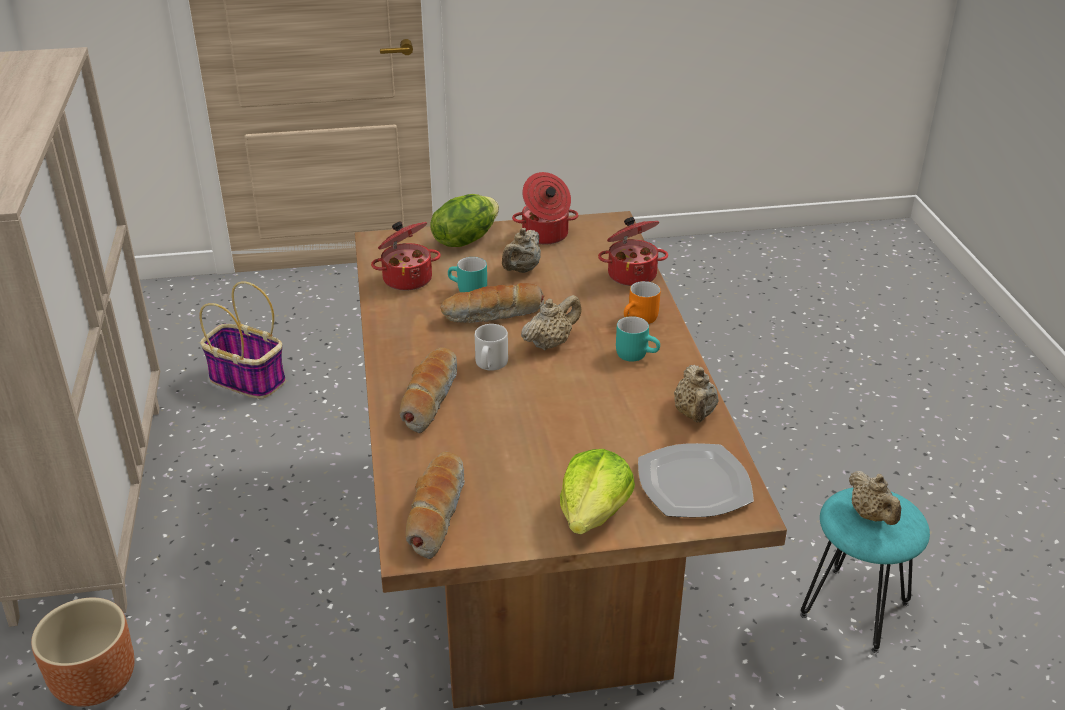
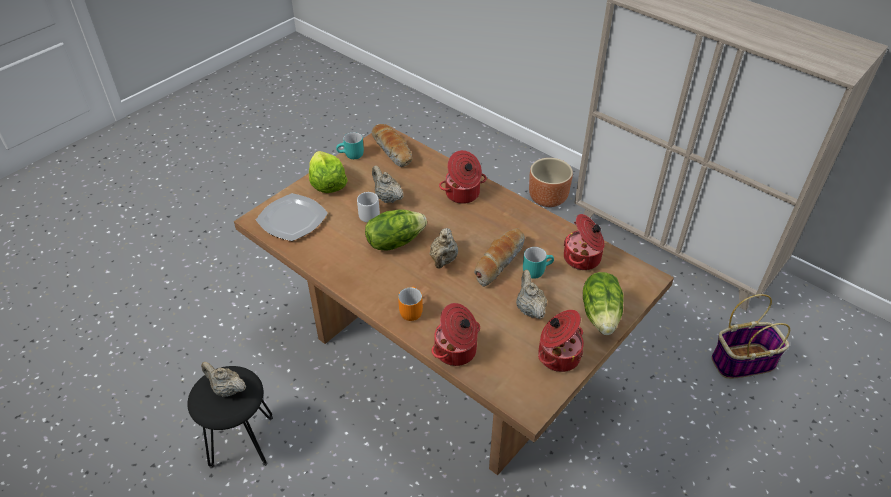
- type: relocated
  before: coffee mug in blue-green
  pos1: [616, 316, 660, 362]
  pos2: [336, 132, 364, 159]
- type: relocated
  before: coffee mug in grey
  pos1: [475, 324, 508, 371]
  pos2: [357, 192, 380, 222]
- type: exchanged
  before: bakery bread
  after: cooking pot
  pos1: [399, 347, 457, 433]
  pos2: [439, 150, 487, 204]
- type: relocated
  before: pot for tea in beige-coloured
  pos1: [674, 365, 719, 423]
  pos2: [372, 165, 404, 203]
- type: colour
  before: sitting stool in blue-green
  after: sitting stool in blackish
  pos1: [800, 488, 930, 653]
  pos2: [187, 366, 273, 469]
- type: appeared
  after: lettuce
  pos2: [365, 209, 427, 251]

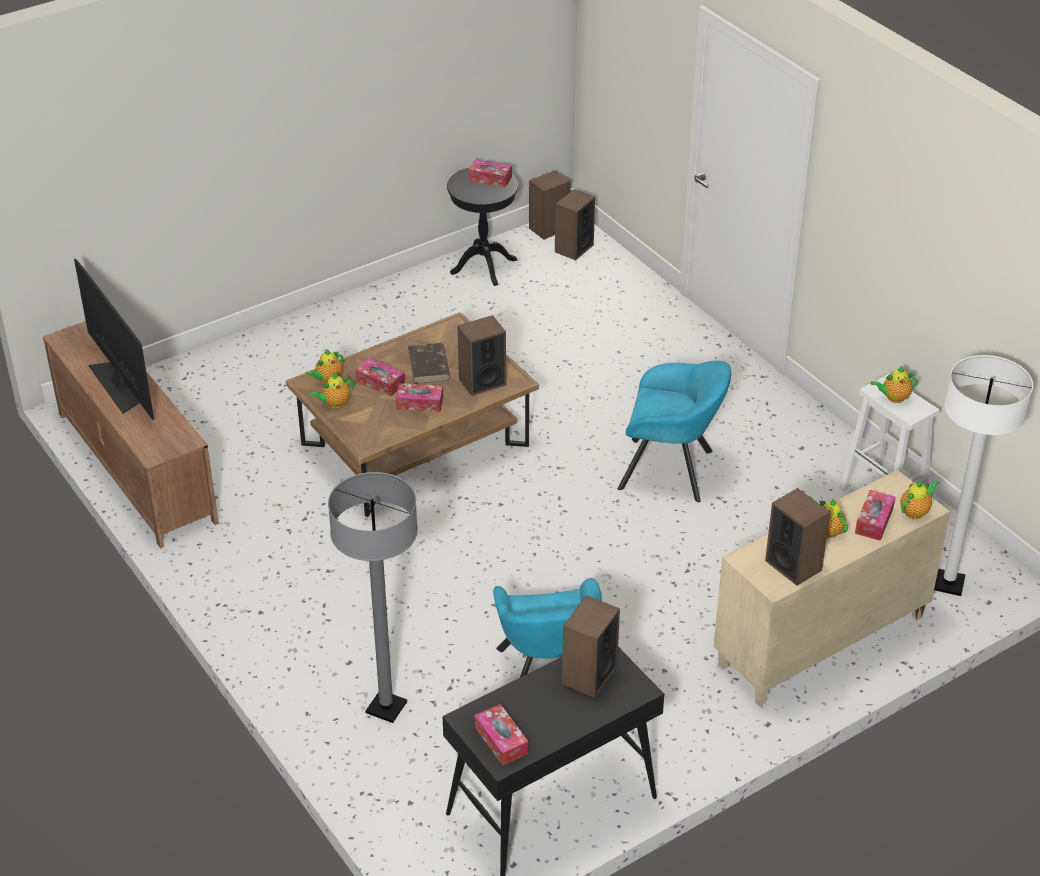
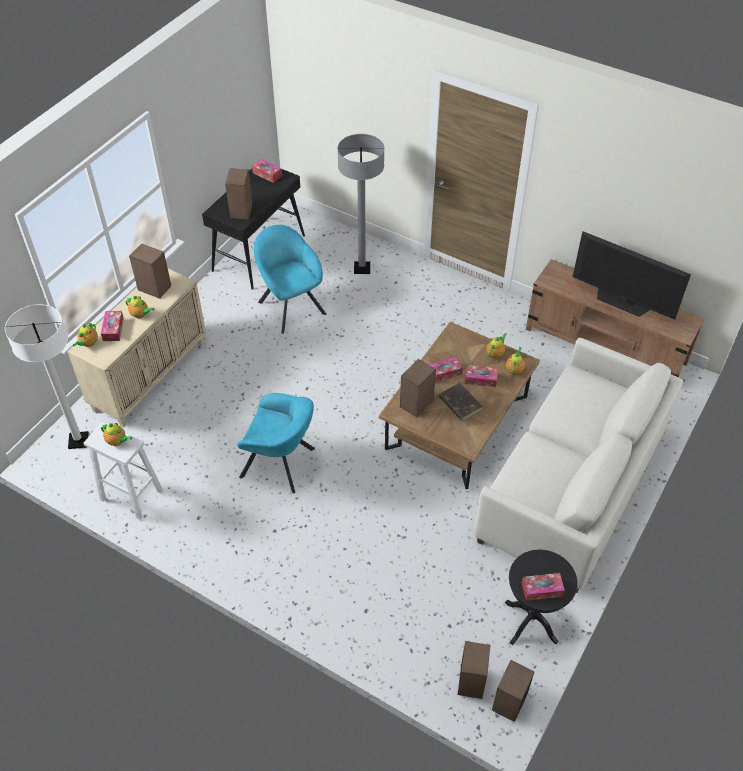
- type: spun
  before: armchair in blue-green
  pos1: [617, 361, 731, 502]
  pos2: [237, 393, 315, 493]
  turn: -150
- type: spun
  before: pot for tea
  pos1: [870, 366, 918, 403]
  pos2: [101, 423, 132, 446]
  turn: 60
- type: appeared
  after: couch in whitish
  pos2: [474, 338, 683, 593]

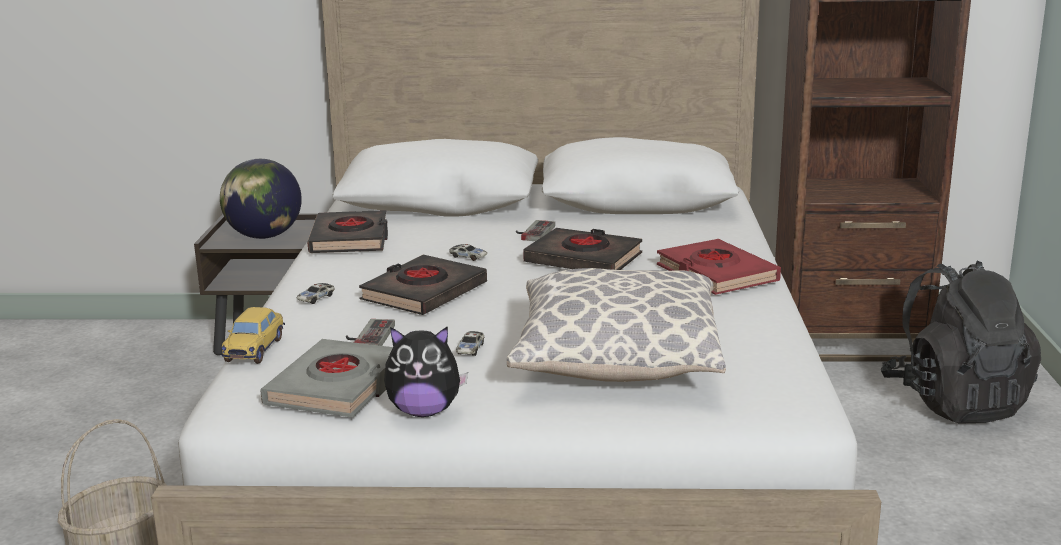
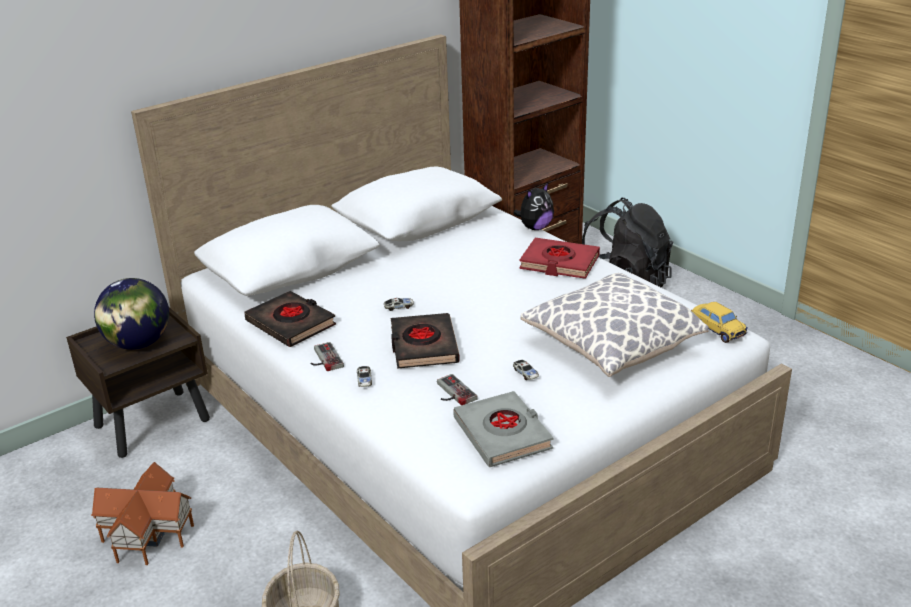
- type: relocated
  before: game controller
  pos1: [516, 220, 555, 241]
  pos2: [311, 342, 344, 371]
- type: missing
  before: volume in blackish
  pos1: [523, 228, 642, 270]
- type: relocated
  before: toy car
  pos1: [221, 307, 285, 364]
  pos2: [691, 302, 748, 343]
- type: relocated
  before: soft toy
  pos1: [384, 326, 468, 417]
  pos2: [513, 183, 554, 230]
- type: appeared
  after: toy house
  pos2: [91, 462, 194, 565]

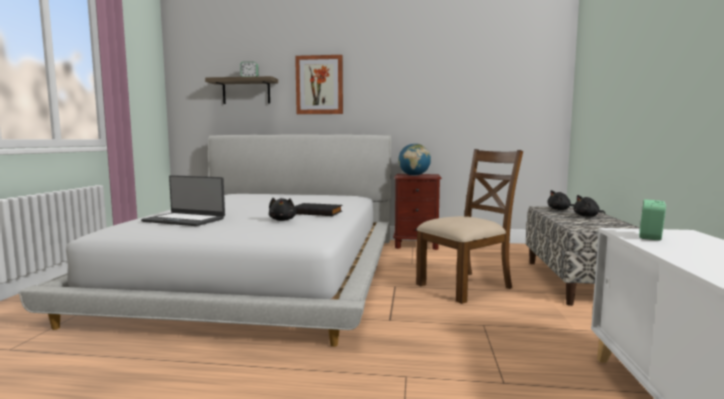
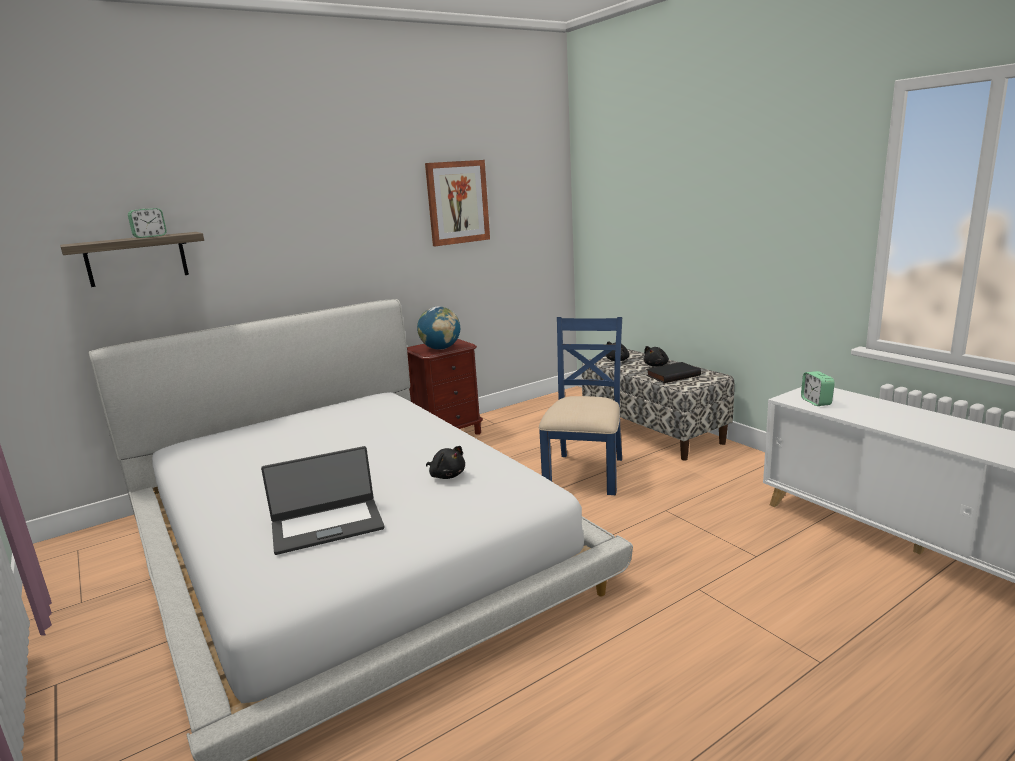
- type: relocated
  before: wall picture
  pos1: [295, 55, 343, 114]
  pos2: [425, 160, 490, 246]
- type: colour
  before: chair in brownish
  after: chair in bluish
  pos1: [416, 149, 523, 304]
  pos2: [539, 317, 622, 495]
- type: relocated
  before: volume in blackish
  pos1: [294, 203, 342, 216]
  pos2: [646, 362, 701, 383]

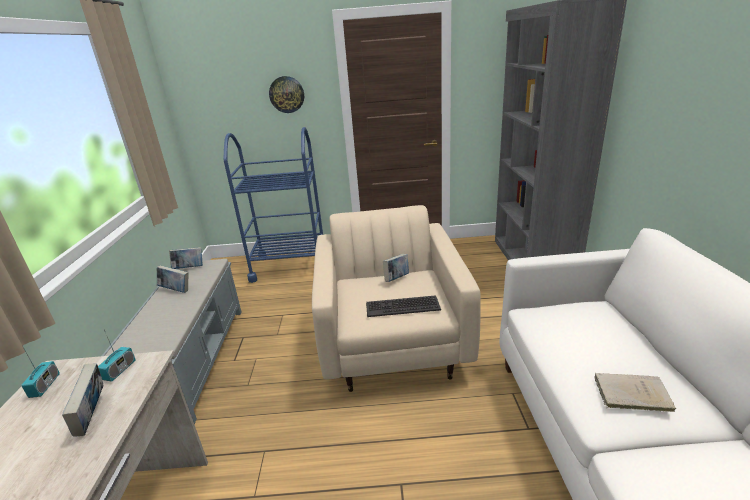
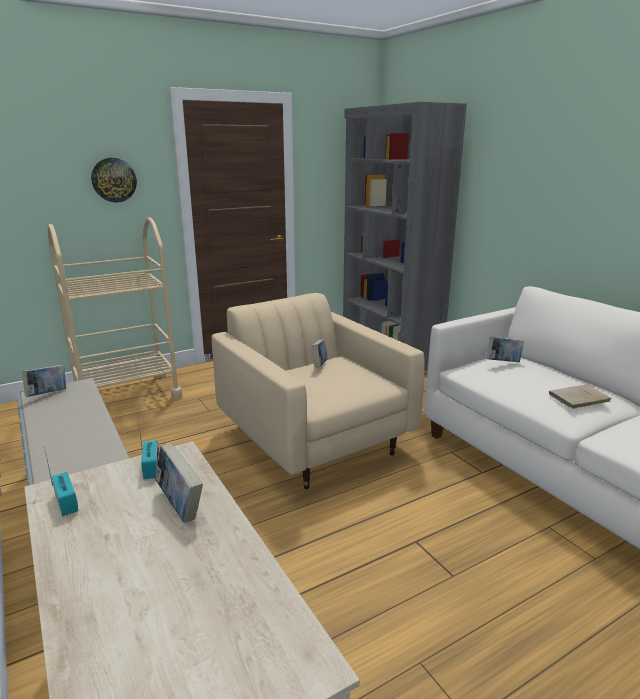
- type: colour
  before: trolley in bluish
  after: trolley in beige-coloured
  pos1: [223, 127, 323, 283]
  pos2: [48, 217, 183, 399]
- type: relocated
  before: volume
  pos1: [157, 265, 188, 293]
  pos2: [486, 336, 524, 362]
- type: missing
  before: keyboard
  pos1: [366, 295, 441, 317]

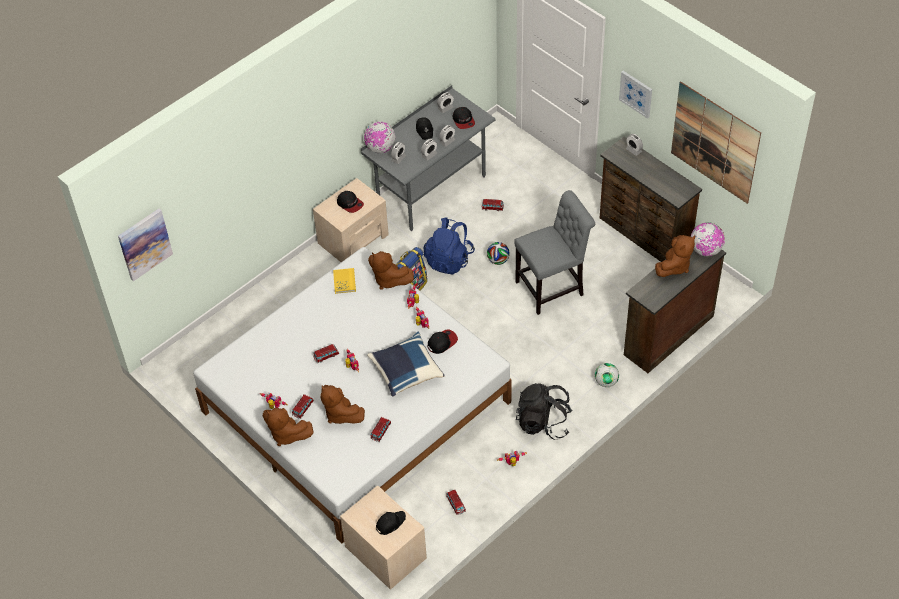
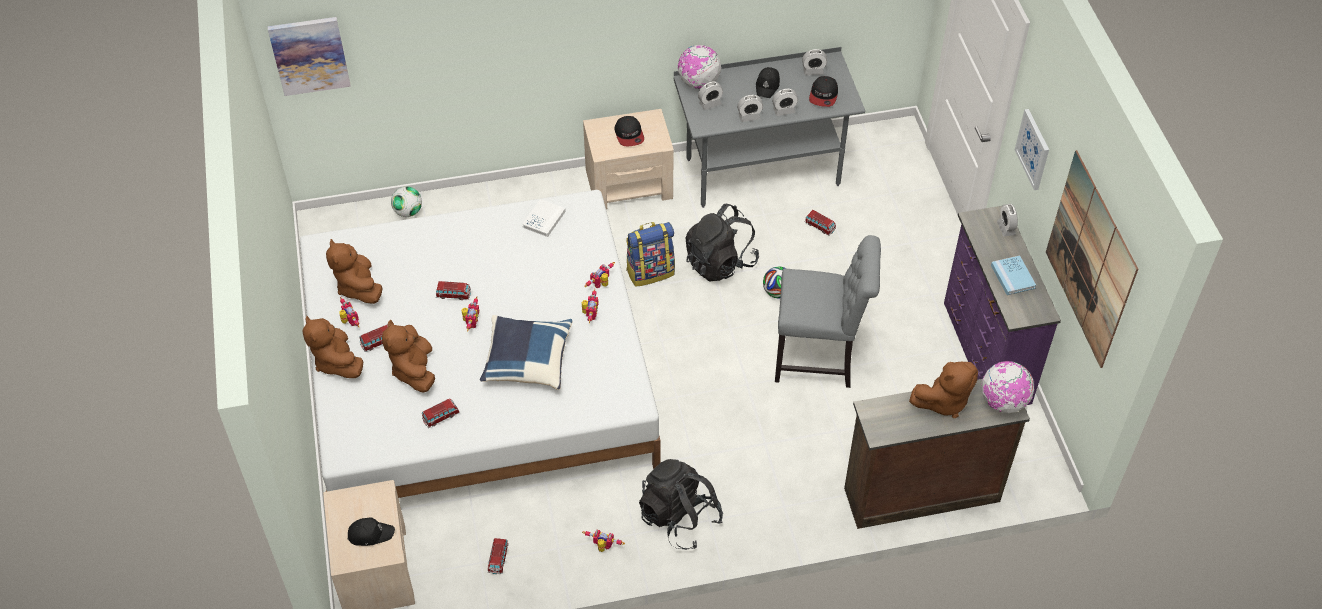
- type: colour
  before: drawer chest in brownish
  after: drawer chest in purplish
  pos1: [600, 137, 702, 262]
  pos2: [944, 206, 1061, 405]
- type: colour
  before: rucksack in bluish
  after: rucksack in blackish
  pos1: [424, 217, 475, 274]
  pos2: [686, 204, 759, 281]
- type: relocated
  before: soft toy in brownish
  pos1: [368, 251, 414, 290]
  pos2: [326, 239, 383, 304]
- type: colour
  before: volume in yellow
  after: volume in whitish
  pos1: [333, 268, 356, 294]
  pos2: [522, 199, 566, 237]
- type: missing
  before: baseball cap
  pos1: [428, 330, 458, 354]
- type: relocated
  before: football
  pos1: [595, 363, 619, 387]
  pos2: [391, 186, 422, 217]
- type: appeared
  after: volume in bluish
  pos2: [991, 255, 1036, 295]

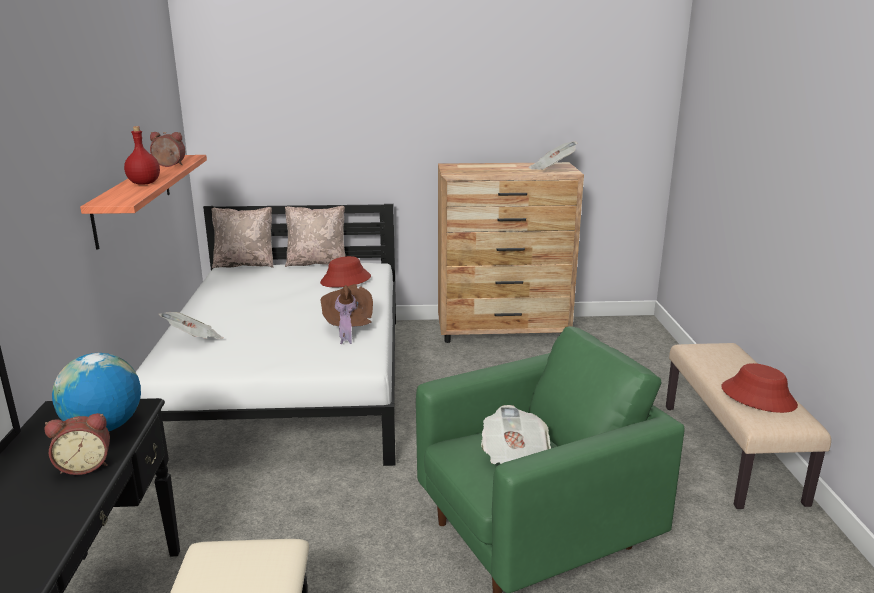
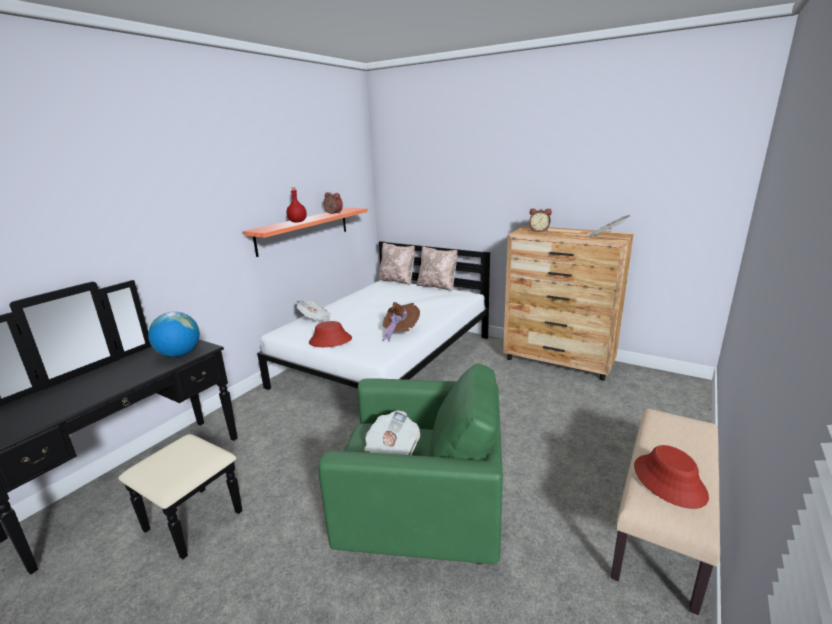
- type: relocated
  before: hat in red-coloured
  pos1: [320, 256, 371, 287]
  pos2: [309, 321, 352, 347]
- type: relocated
  before: table clock
  pos1: [44, 413, 110, 475]
  pos2: [529, 209, 552, 232]

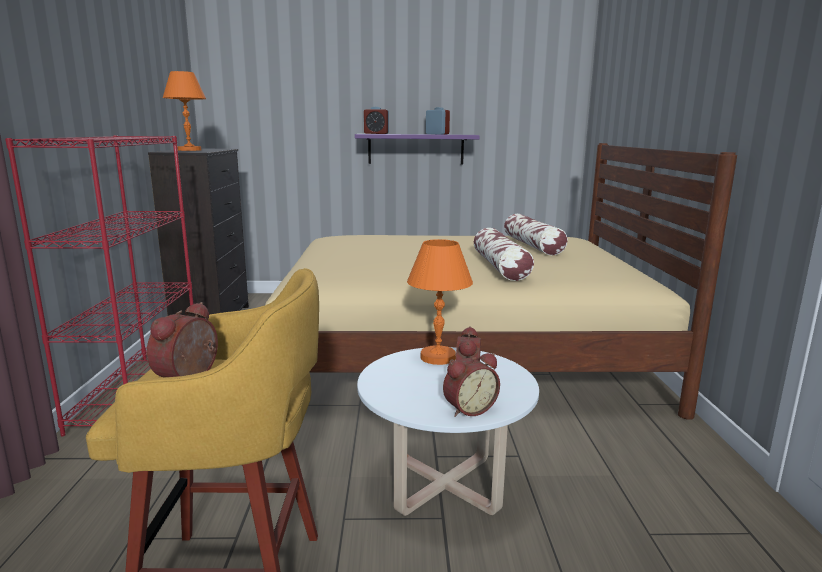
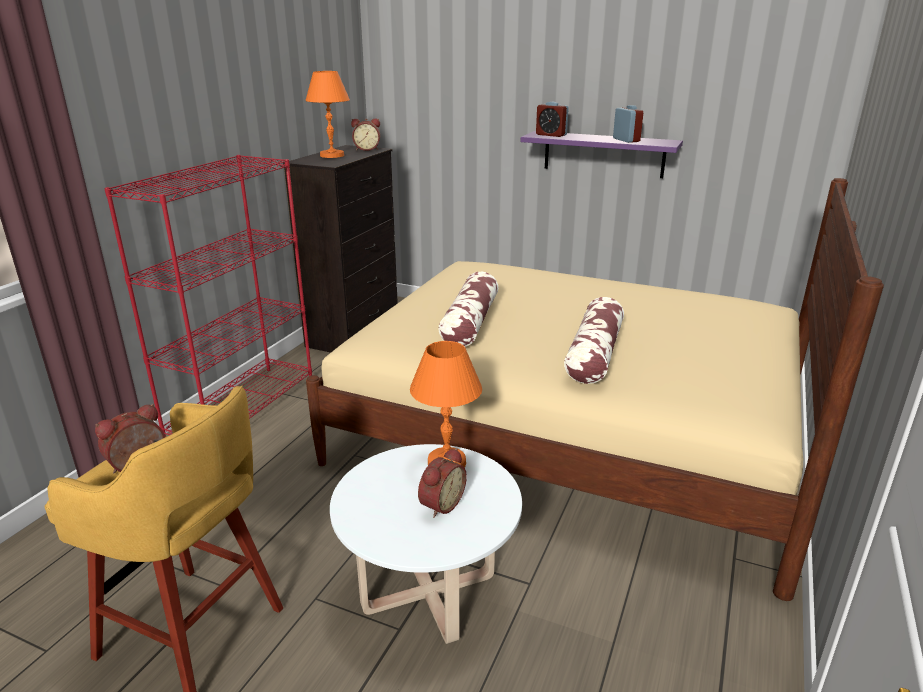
- type: relocated
  before: throw pillow
  pos1: [504, 214, 568, 255]
  pos2: [438, 272, 498, 347]
- type: relocated
  before: table clock
  pos1: [443, 353, 500, 417]
  pos2: [351, 118, 380, 151]

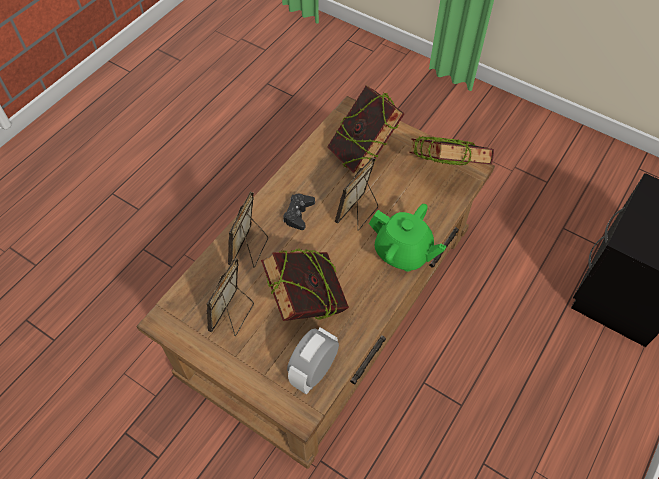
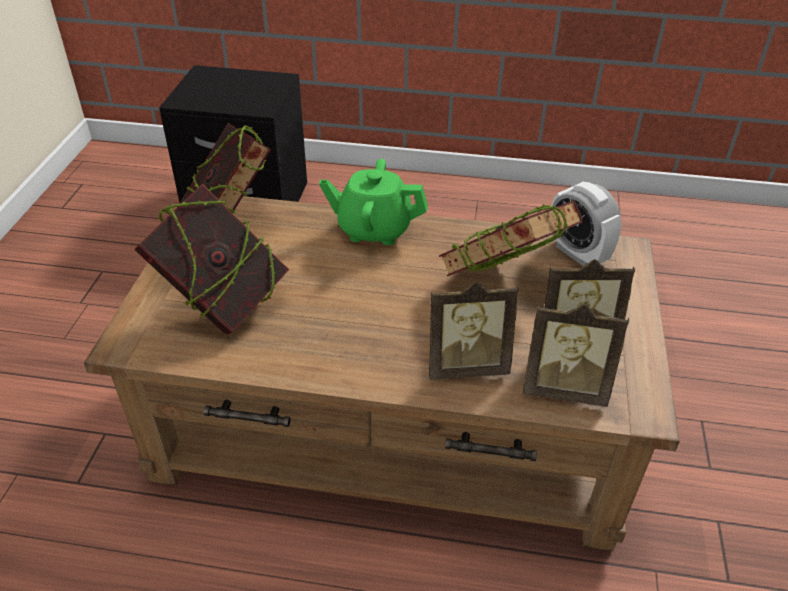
- type: relocated
  before: standing frame
  pos1: [335, 157, 378, 231]
  pos2: [523, 304, 629, 407]
- type: missing
  before: game controller in blackish
  pos1: [283, 194, 315, 230]
- type: spun
  before: pot for tea in greenish
  pos1: [369, 204, 447, 272]
  pos2: [319, 159, 428, 245]
  turn: -90
- type: spun
  before: table clock
  pos1: [287, 327, 339, 395]
  pos2: [550, 182, 621, 266]
  turn: 45

